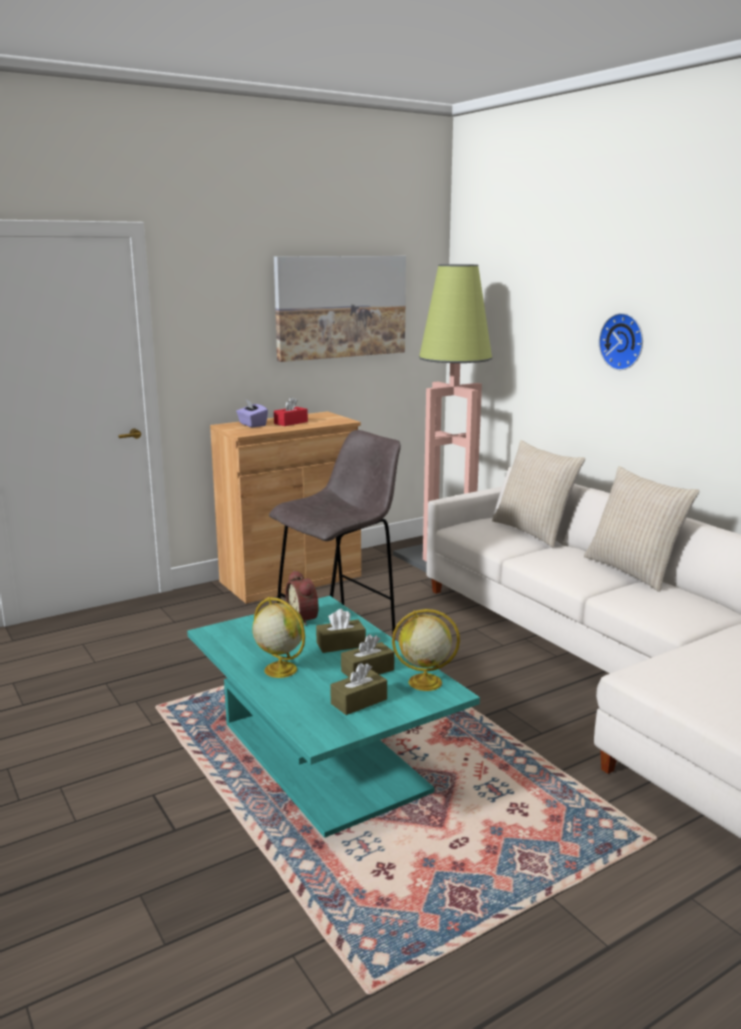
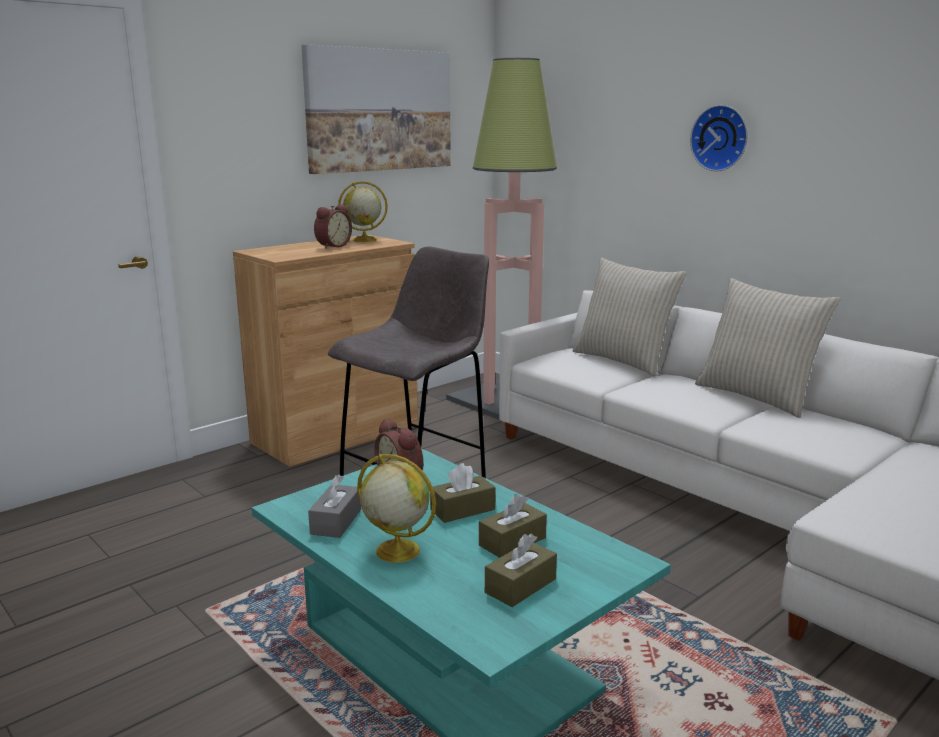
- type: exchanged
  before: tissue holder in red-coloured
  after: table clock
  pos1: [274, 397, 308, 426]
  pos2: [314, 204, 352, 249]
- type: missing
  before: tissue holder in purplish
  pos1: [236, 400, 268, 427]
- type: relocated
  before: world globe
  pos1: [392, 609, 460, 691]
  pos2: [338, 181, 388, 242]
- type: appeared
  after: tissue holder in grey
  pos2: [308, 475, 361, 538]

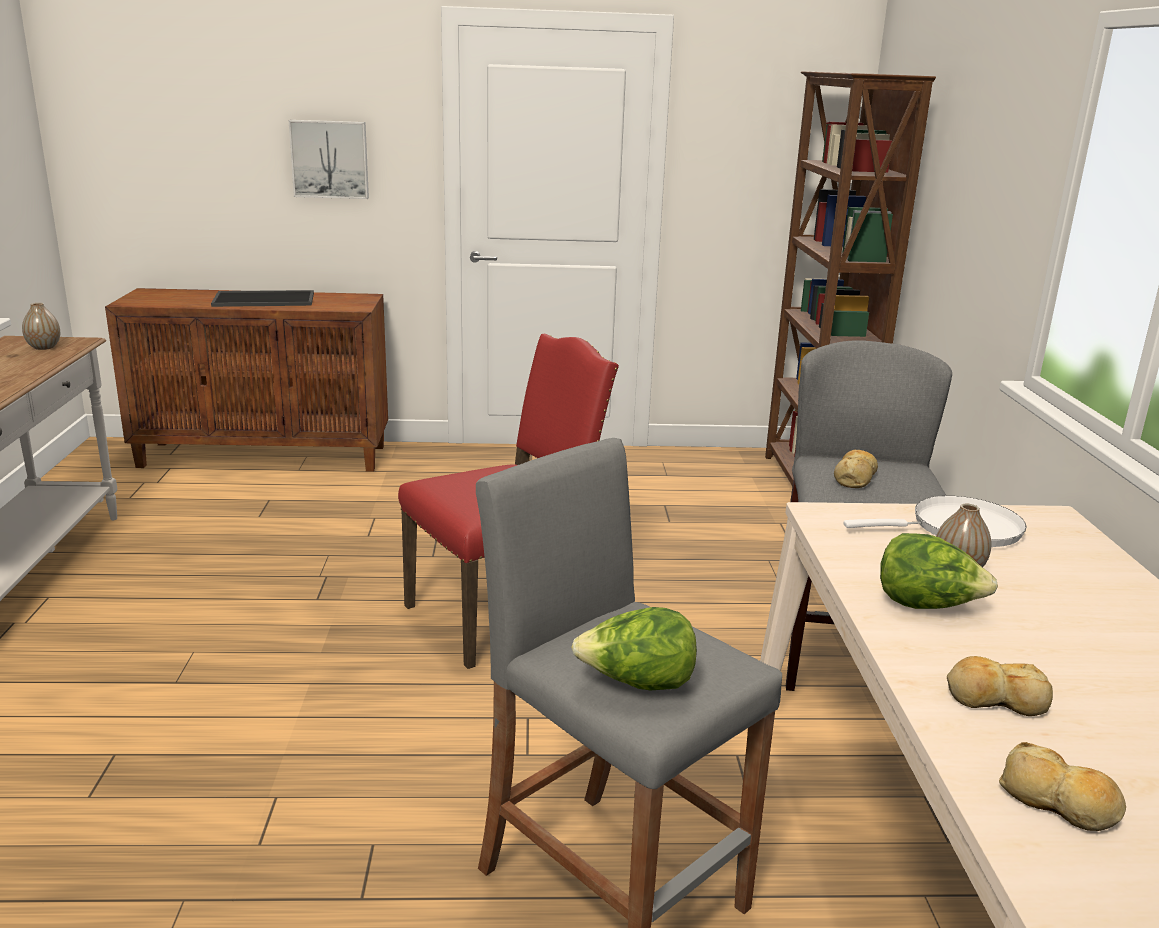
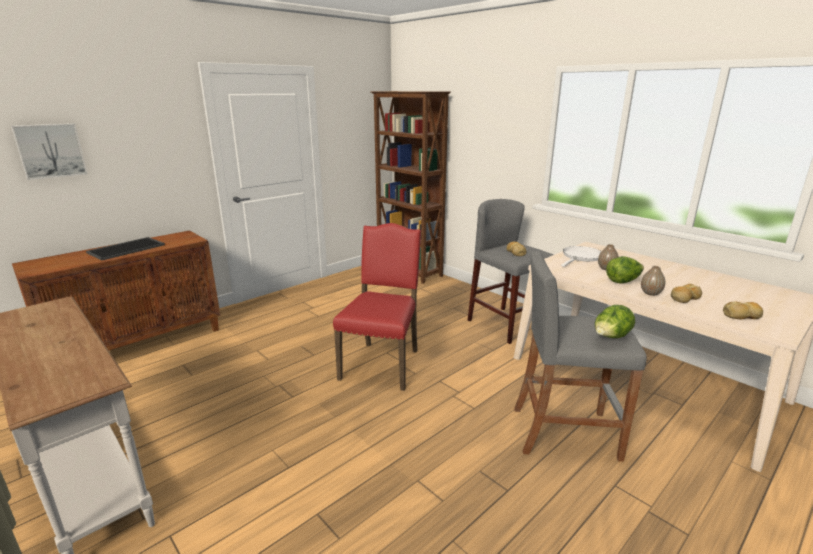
- type: relocated
  before: wall picture
  pos1: [288, 120, 369, 199]
  pos2: [11, 123, 87, 180]
- type: relocated
  before: vase
  pos1: [22, 303, 60, 350]
  pos2: [641, 266, 666, 296]

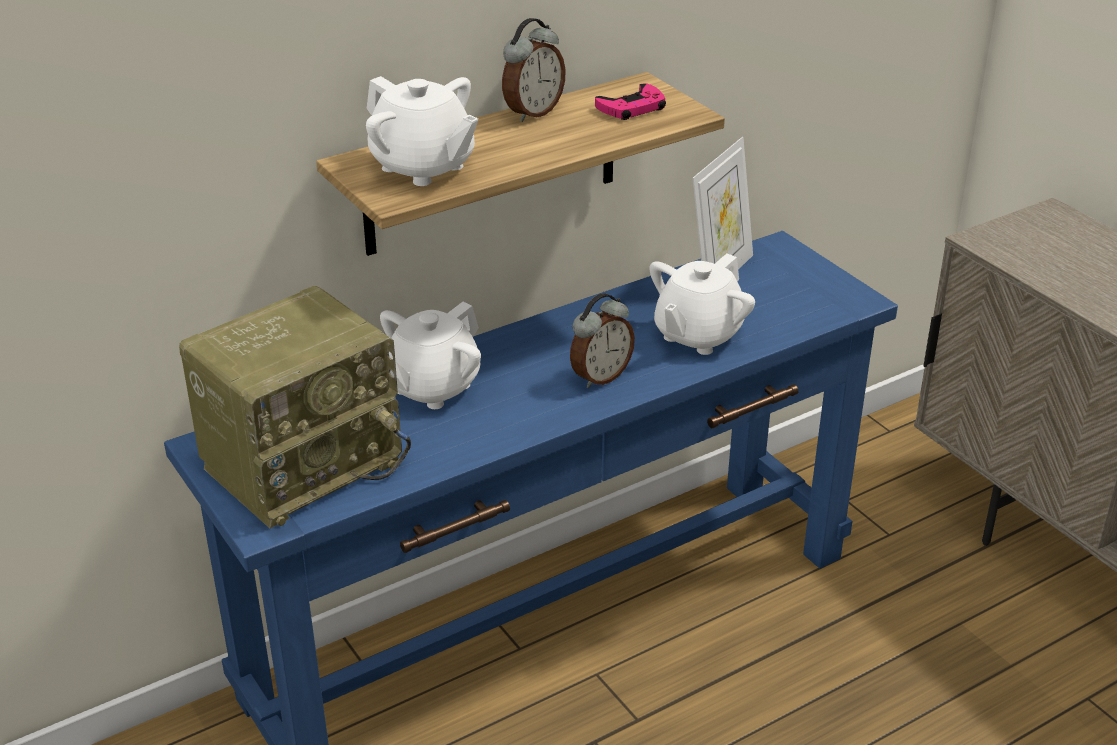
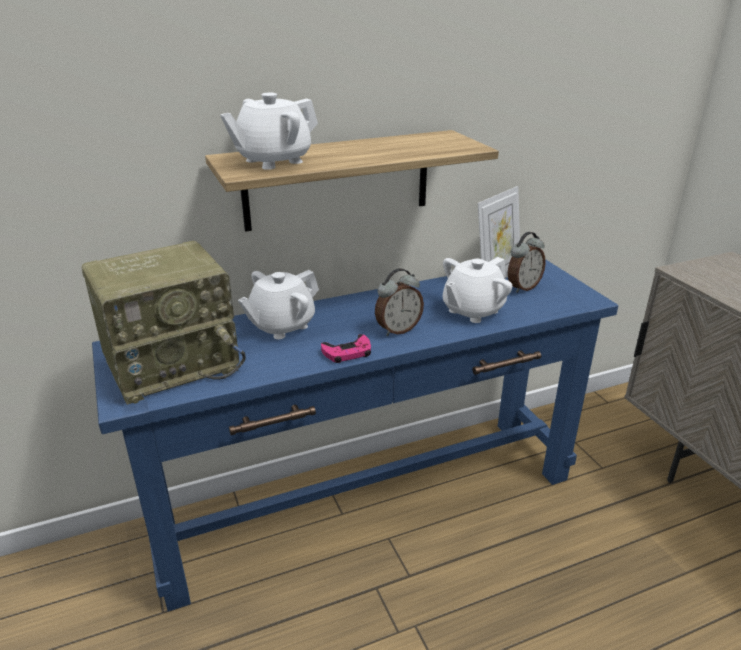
- type: relocated
  before: table clock
  pos1: [502, 18, 566, 122]
  pos2: [508, 232, 546, 293]
- type: spun
  before: pot for tea in whitish
  pos1: [366, 76, 478, 186]
  pos2: [220, 93, 318, 170]
  turn: 90
- type: relocated
  before: game controller in pink
  pos1: [595, 83, 666, 120]
  pos2: [321, 334, 371, 363]

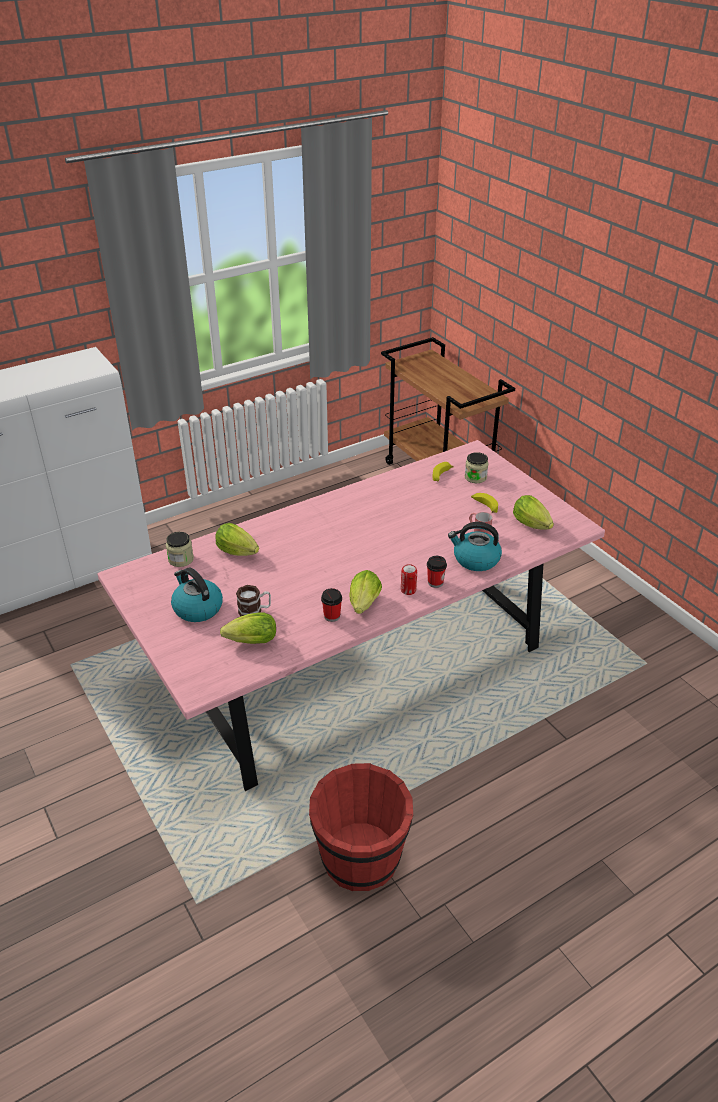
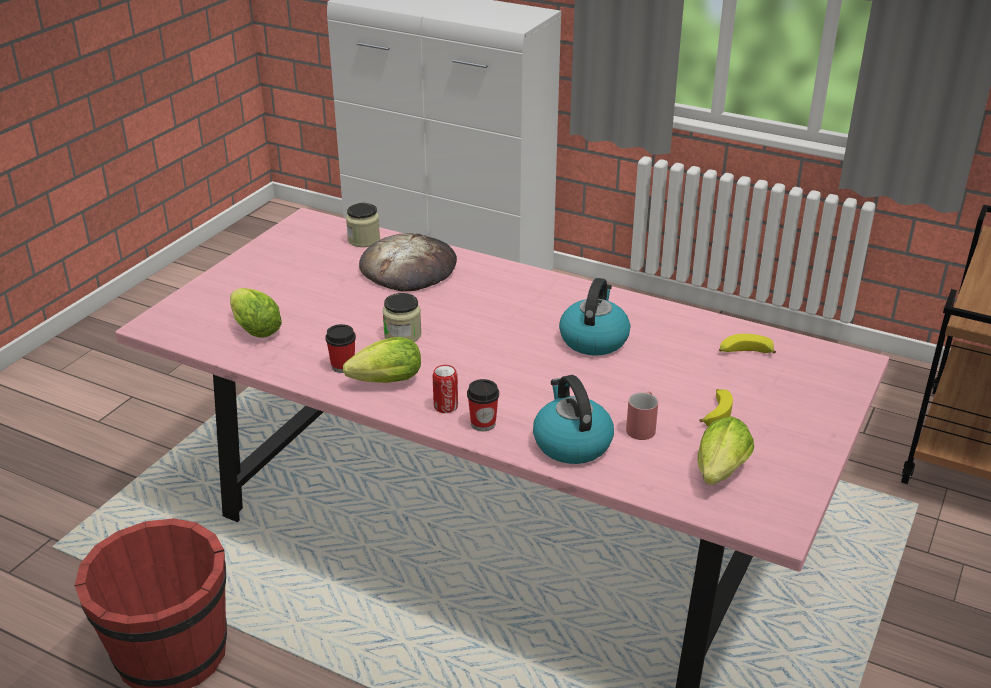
- type: relocated
  before: storage jar
  pos1: [465, 452, 489, 483]
  pos2: [382, 293, 422, 342]
- type: exchanged
  before: lettuce
  after: bakery bread
  pos1: [215, 523, 259, 556]
  pos2: [359, 233, 457, 292]
- type: relocated
  before: water kettle
  pos1: [171, 568, 223, 622]
  pos2: [559, 278, 630, 356]
- type: missing
  before: coffee mug
  pos1: [236, 585, 271, 616]

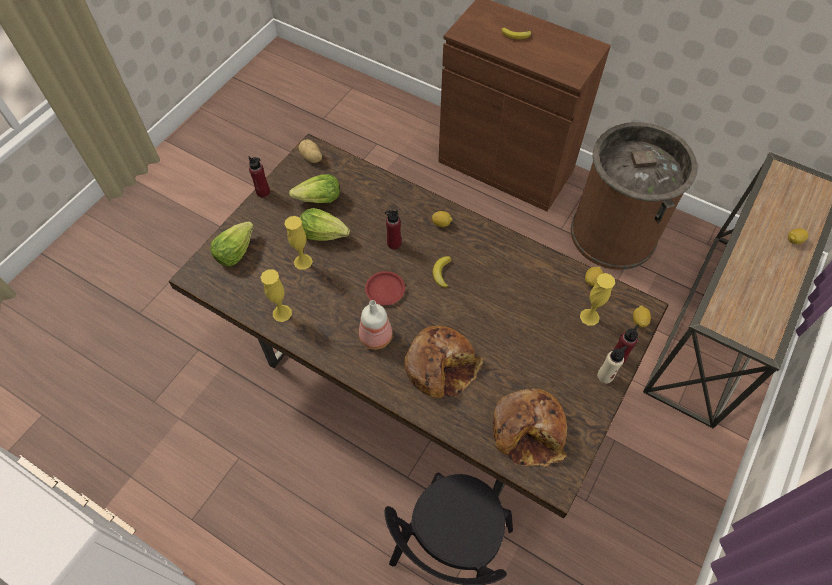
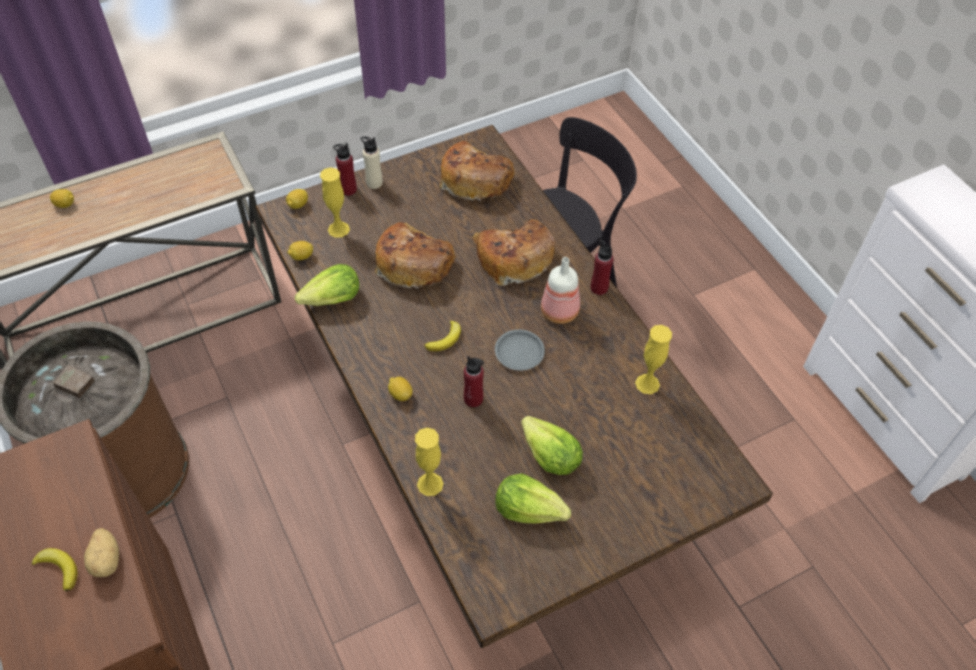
- type: relocated
  before: spud
  pos1: [299, 139, 322, 163]
  pos2: [84, 528, 119, 577]
- type: relocated
  before: beverage bottle in red-coloured
  pos1: [249, 156, 270, 197]
  pos2: [591, 239, 613, 295]
- type: relocated
  before: vase in yellow
  pos1: [284, 216, 313, 270]
  pos2: [415, 428, 444, 496]
- type: relocated
  before: lettuce
  pos1: [210, 221, 254, 267]
  pos2: [295, 264, 359, 306]
- type: colour
  before: flat dish in red-coloured
  after: flat dish in grey
  pos1: [365, 271, 405, 305]
  pos2: [495, 330, 545, 371]
- type: appeared
  after: bakery bread
  pos2: [375, 222, 456, 290]

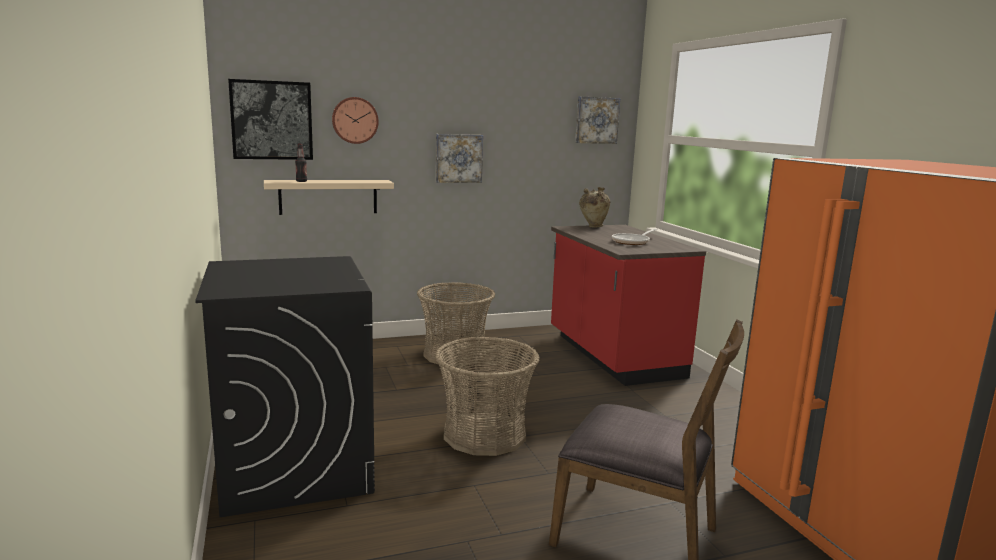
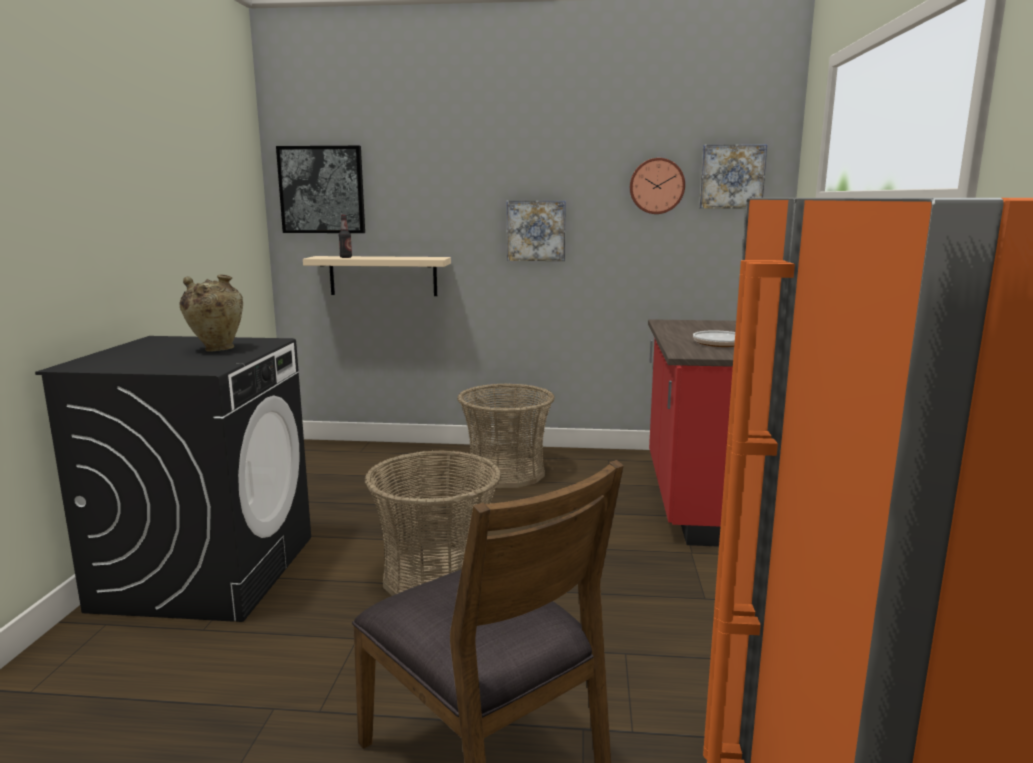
- type: relocated
  before: clock on the wall
  pos1: [332, 97, 379, 144]
  pos2: [630, 158, 685, 214]
- type: relocated
  before: vase in beige-coloured
  pos1: [579, 187, 610, 228]
  pos2: [180, 275, 243, 352]

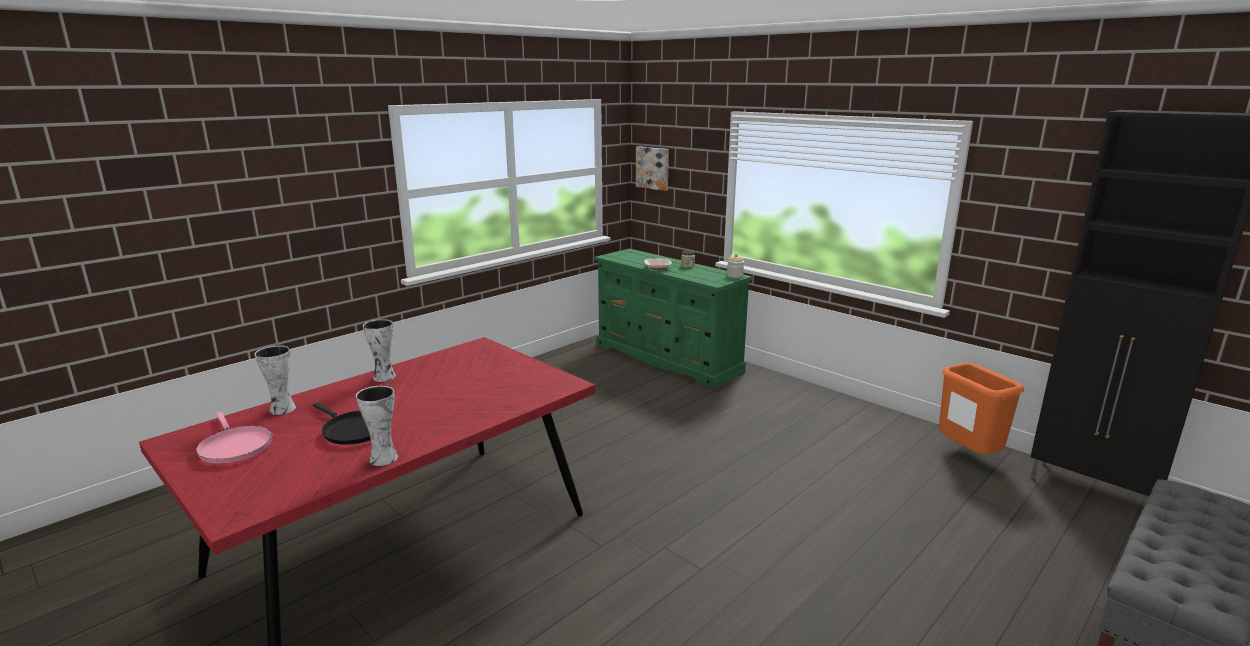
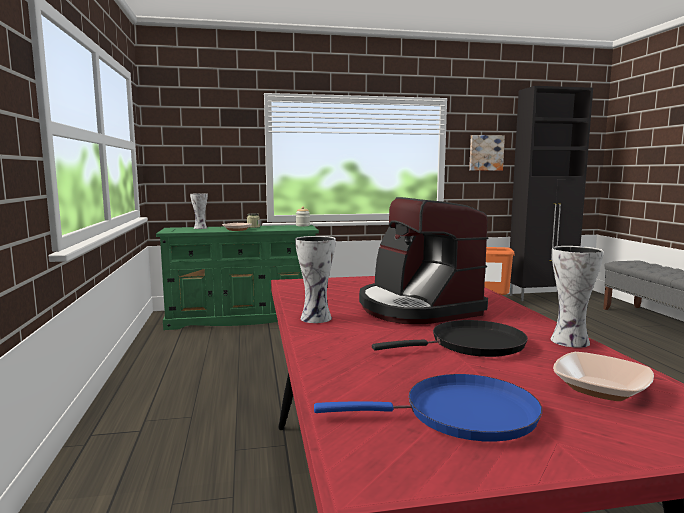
- type: relocated
  before: wall picture
  pos1: [636, 146, 669, 191]
  pos2: [469, 135, 505, 171]
- type: relocated
  before: vase
  pos1: [255, 346, 296, 415]
  pos2: [190, 193, 208, 229]
- type: colour
  before: frying pan in pink
  after: frying pan in bluish
  pos1: [196, 412, 272, 463]
  pos2: [314, 374, 542, 442]
- type: appeared
  after: coffee brewer
  pos2: [359, 197, 489, 324]
- type: appeared
  after: bowl
  pos2: [553, 352, 654, 401]

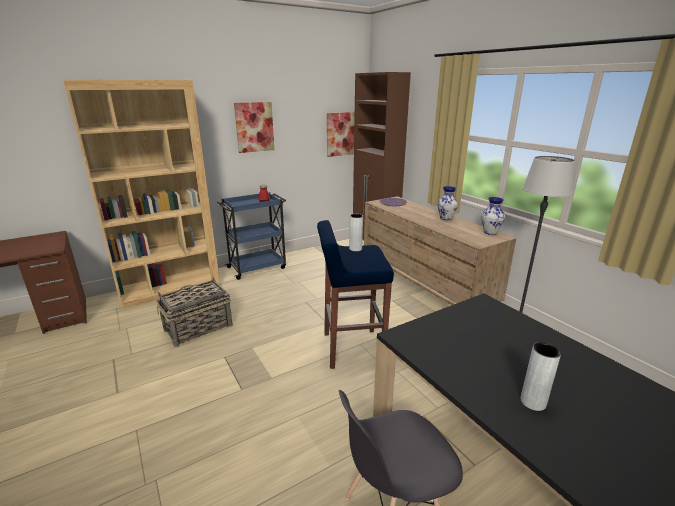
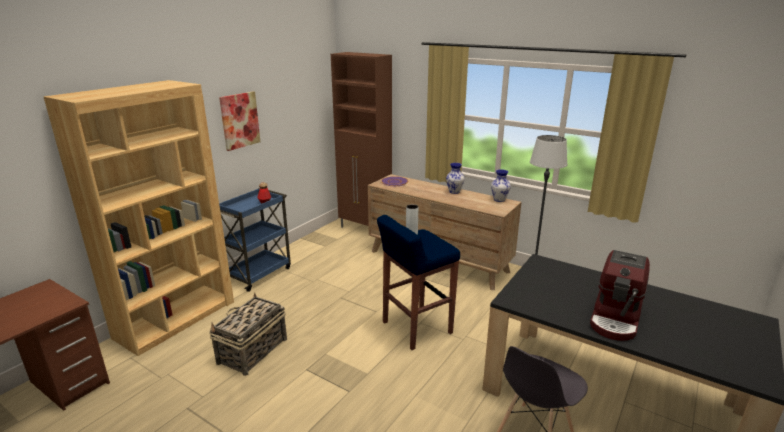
- type: missing
  before: wall picture
  pos1: [327, 112, 355, 157]
- type: exchanged
  before: vase in grey
  after: coffee brewer
  pos1: [521, 342, 561, 411]
  pos2: [590, 250, 650, 341]

